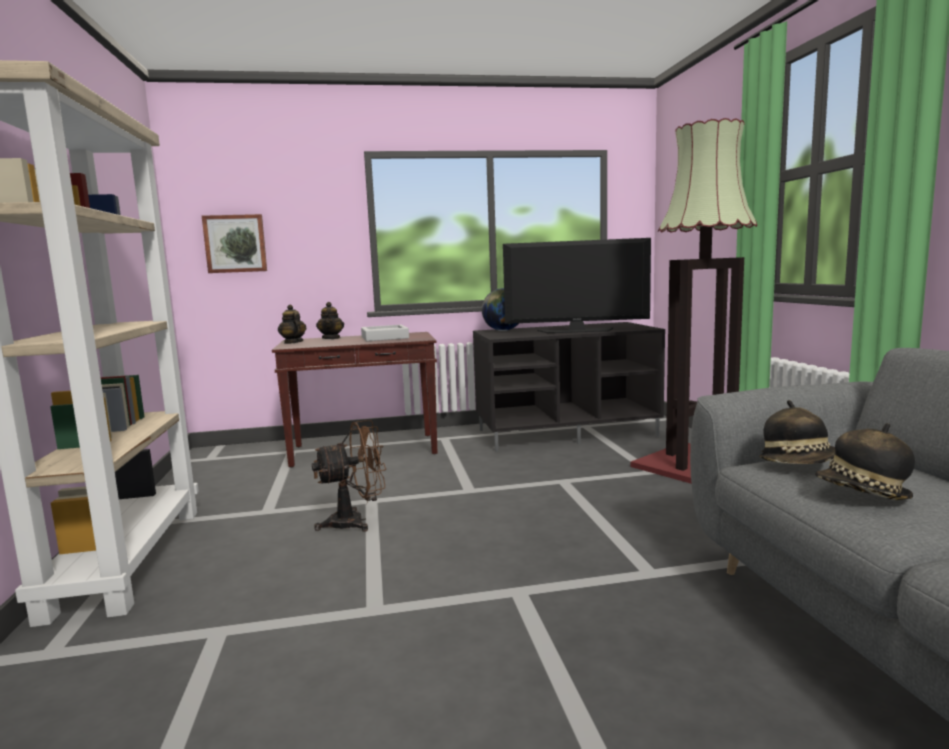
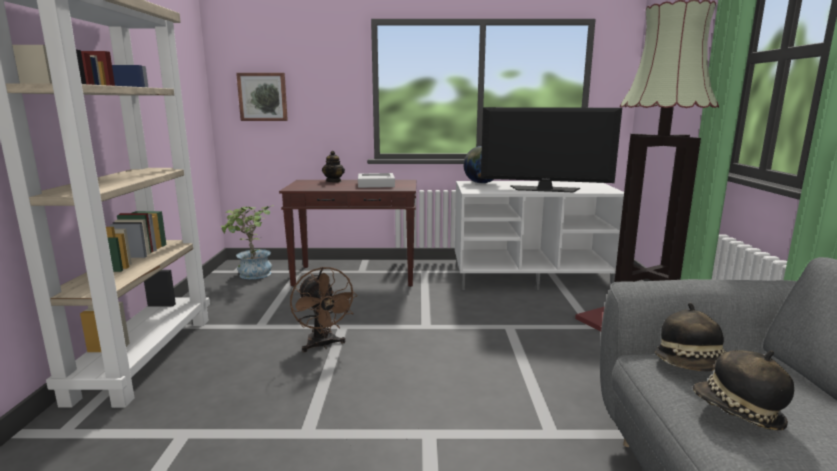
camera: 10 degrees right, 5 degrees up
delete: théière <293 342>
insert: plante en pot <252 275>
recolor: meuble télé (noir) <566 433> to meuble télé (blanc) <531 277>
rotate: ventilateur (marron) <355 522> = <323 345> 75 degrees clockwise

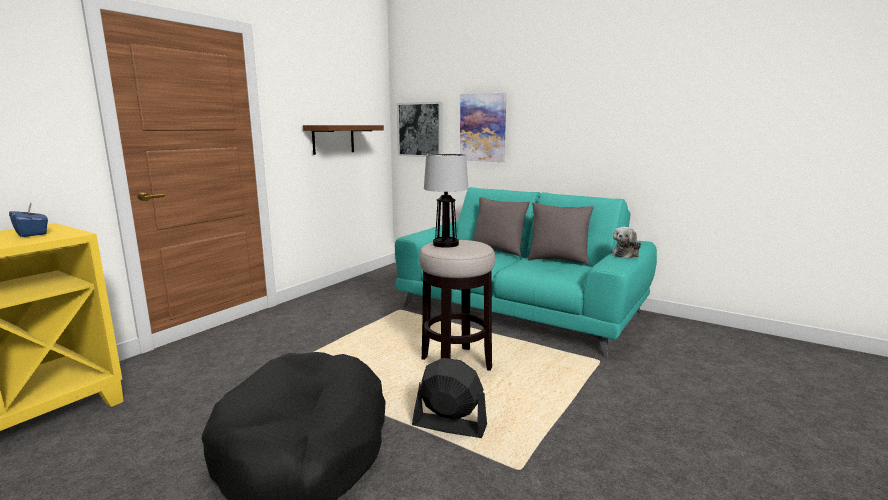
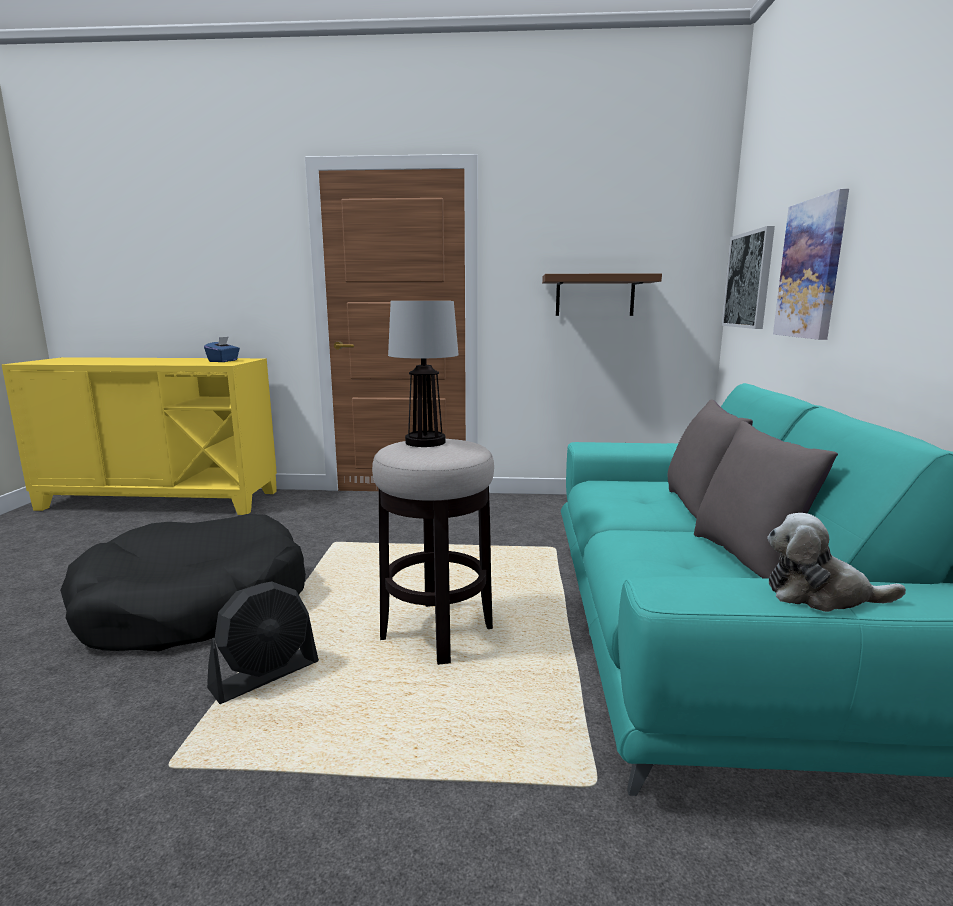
camera: 60 degrees right, 0 degrees up
rotate: ventilateur (noir) <449 426> = <265 676> 60 degrees clockwise

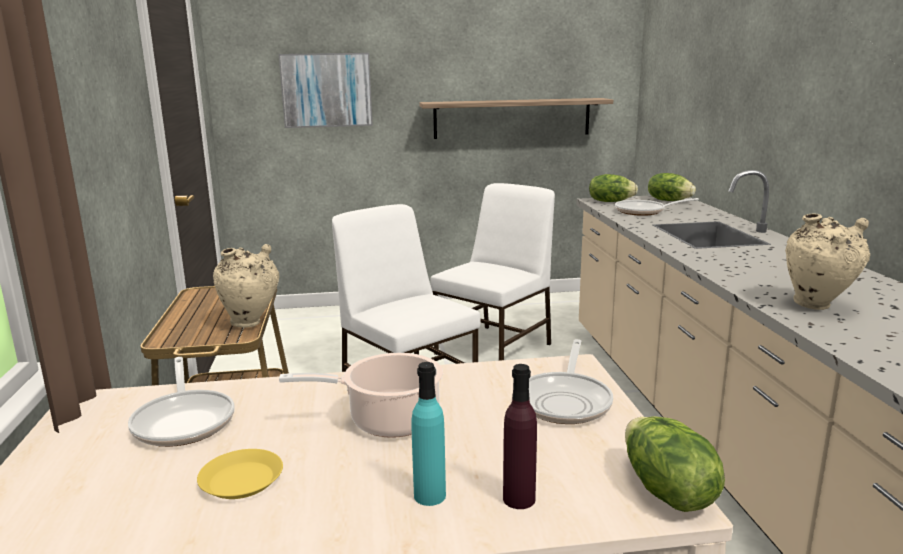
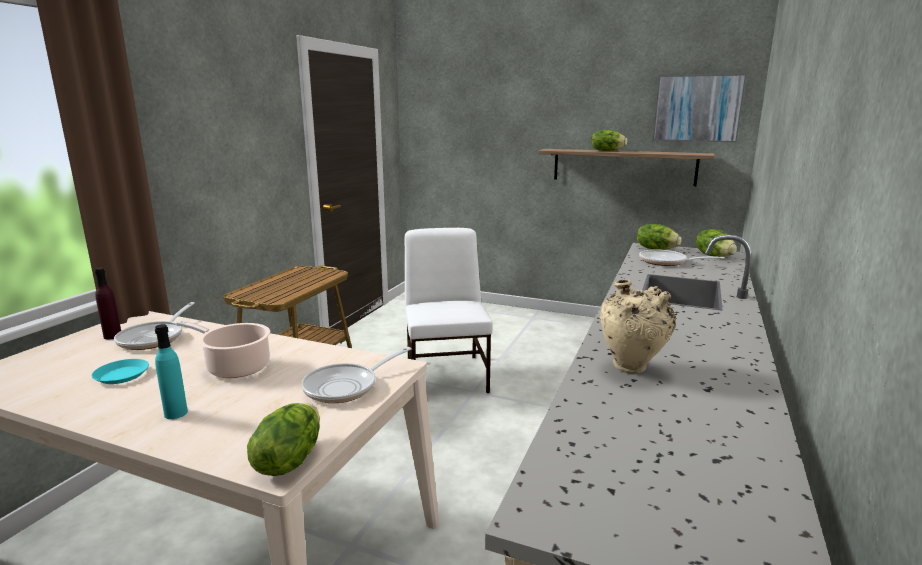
camera: 30 degrees right, 0 degrees up
delete: vase (beige) <251 323>; chaise (blanc) <495 348>
insert: laitue <607 151>
move: bouteille (violet) <519 499> to <113 336>; tableau <326 90> to <697 108>
recolor: assiette (jaune) <242 480> to assiette (turquoise) <121 375>

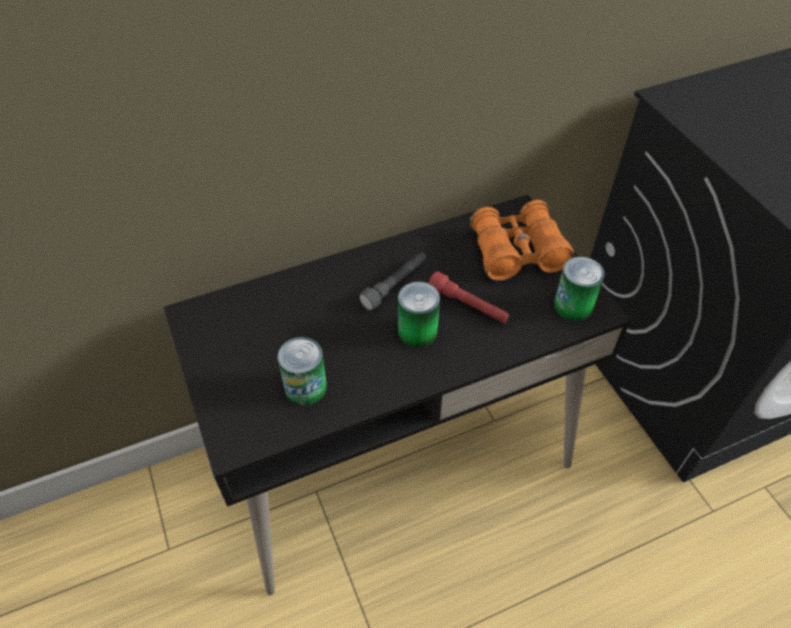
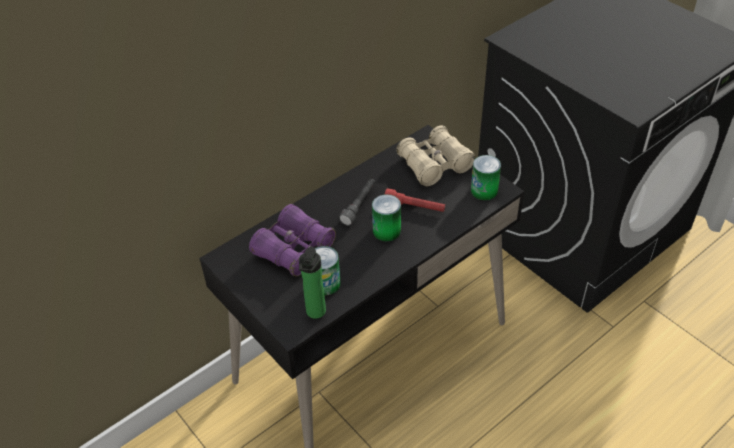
camera: 15 degrees left, 5 degrees down
insert: jumelles (violet) <294 249>; bouteille <315 313>
recolor: jumelles (orange) <517 252> to jumelles (beige) <434 164>

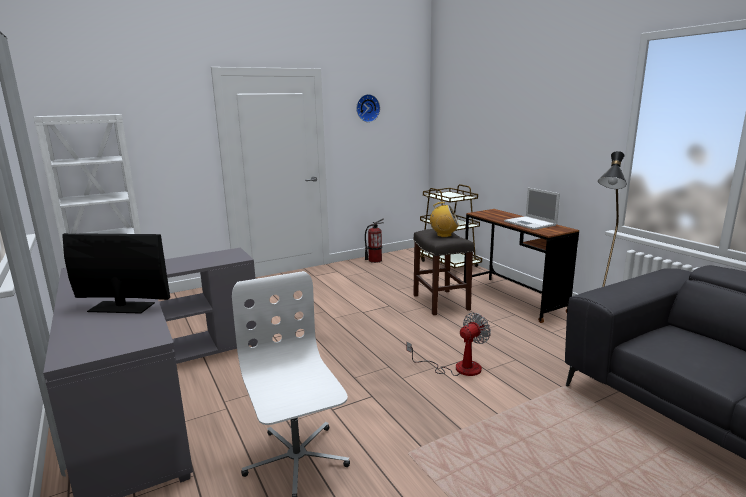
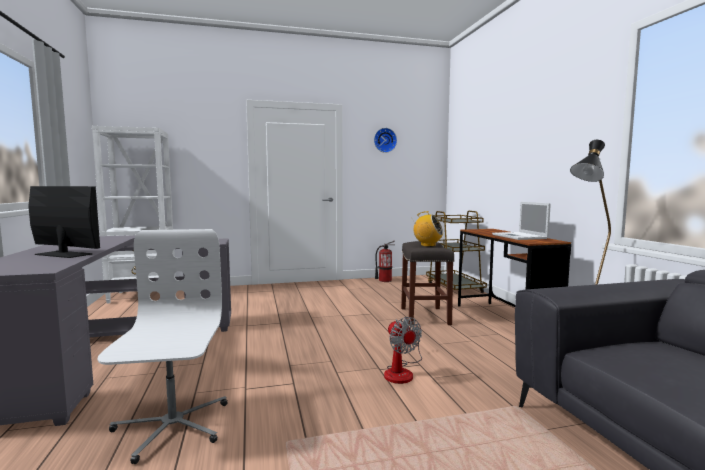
camera: 15 degrees right, 10 degrees down
rotate: ventilateur <458 368> = <402 372> 90 degrees clockwise

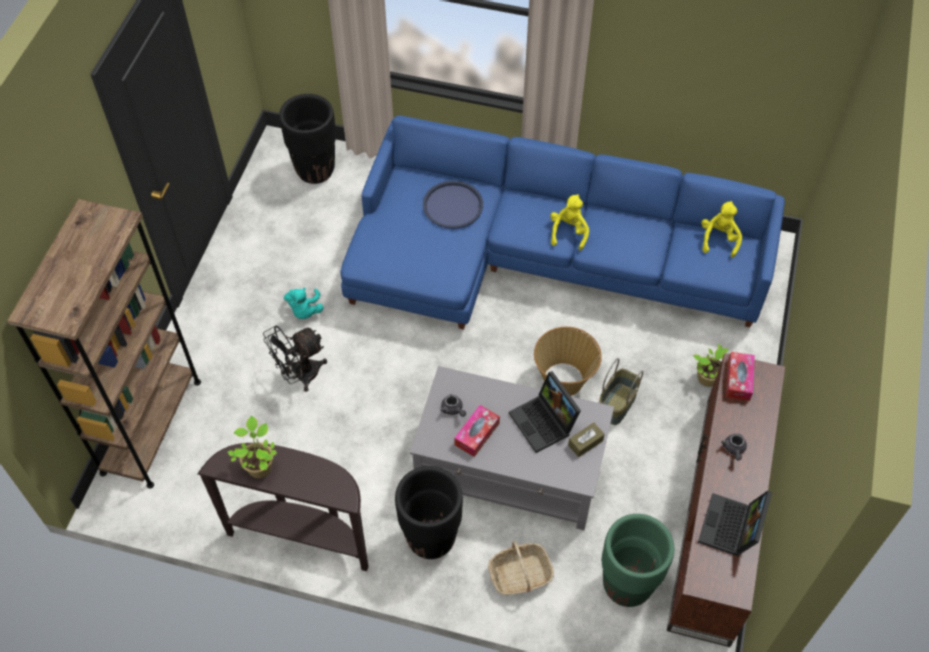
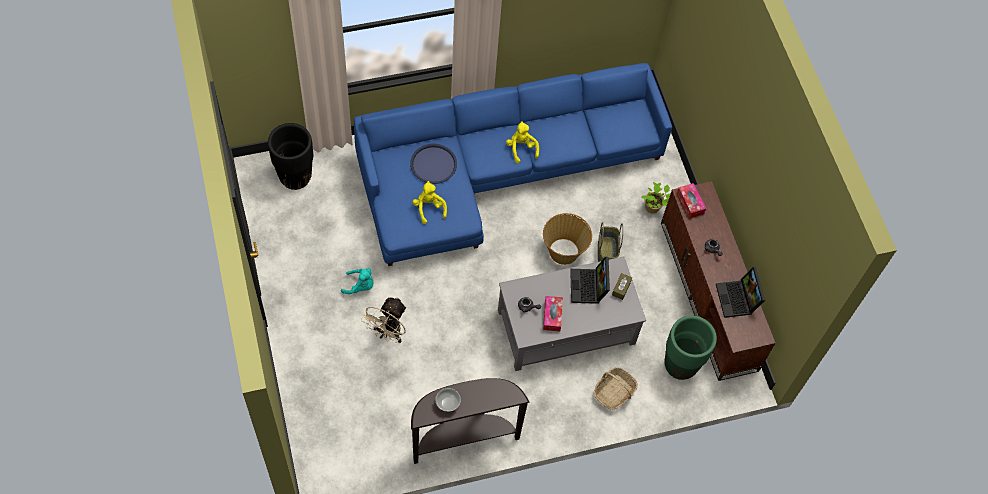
camera: 35 degrees left, 5 degrees up
delete: bibliothèque (marron) <151 426>; cache-pot (noir) <431 539>
move: peluche (jaune) <719 239> to <429 208>
replace: plante en pot <259 466> to bol <448 404>
recolor: ventilateur (noir) <300 375> to ventilateur (beige) <388 333>
rotate: peluche (turquoise) <305 310> = <360 286> 45 degrees counterclockwise; ordinateur portable <545 422> = <589 287> 60 degrees clockwise

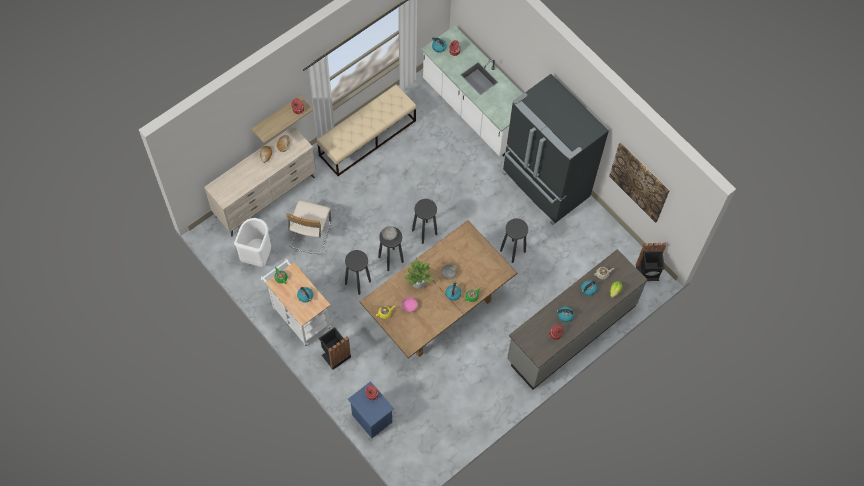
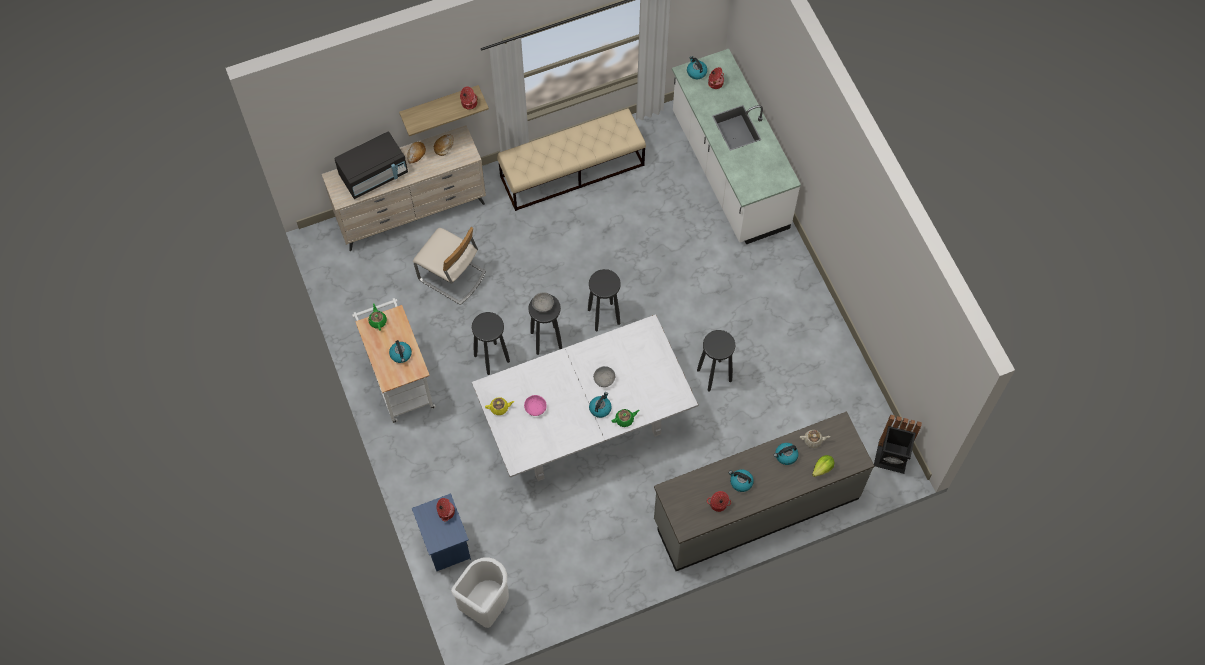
camera: 20 degrees right, 0 degrees up
delete: poubelle (noir) <335 355>; plante en pot <418 283>; réfrigérateur (noir) <544 186>; tableau <639 182>
insert: micro-ondes (noir) <374 175>
move: poubelle (blanc) <257 255> to <485 604>
recolor: table à manger (marron) <437 309> to table à manger (blanc) <584 424>
rotate: chaise (beige) <310 234> = <451 276> 90 degrees counterclockwise

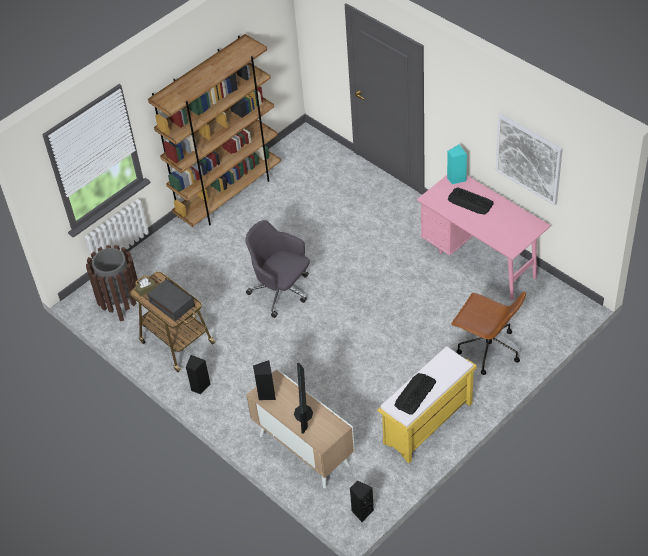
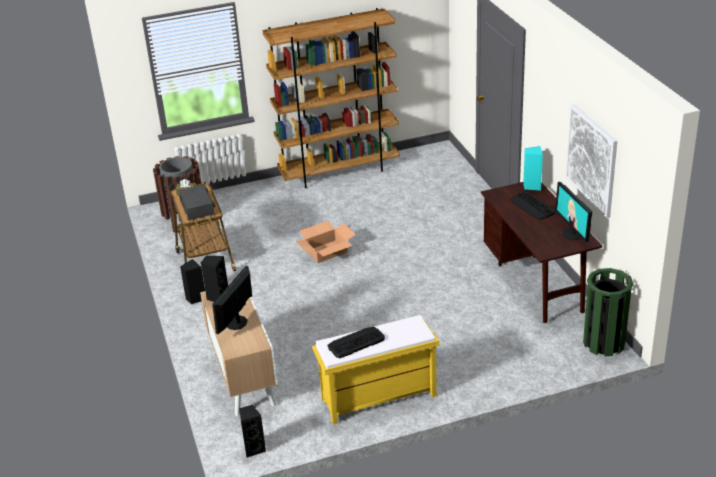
camera: 25 degrees right, 15 degrees down
delete: chaise de bureau (marron) <487 349>
insert: écran d'ordinateur <572 234>; poubelle (vert) <603 343>
replace: chaise de bureau (gris) <281 291> to carton <326 251>
recolor: bureau (rose) <481 261> to bureau (marron) <535 283>

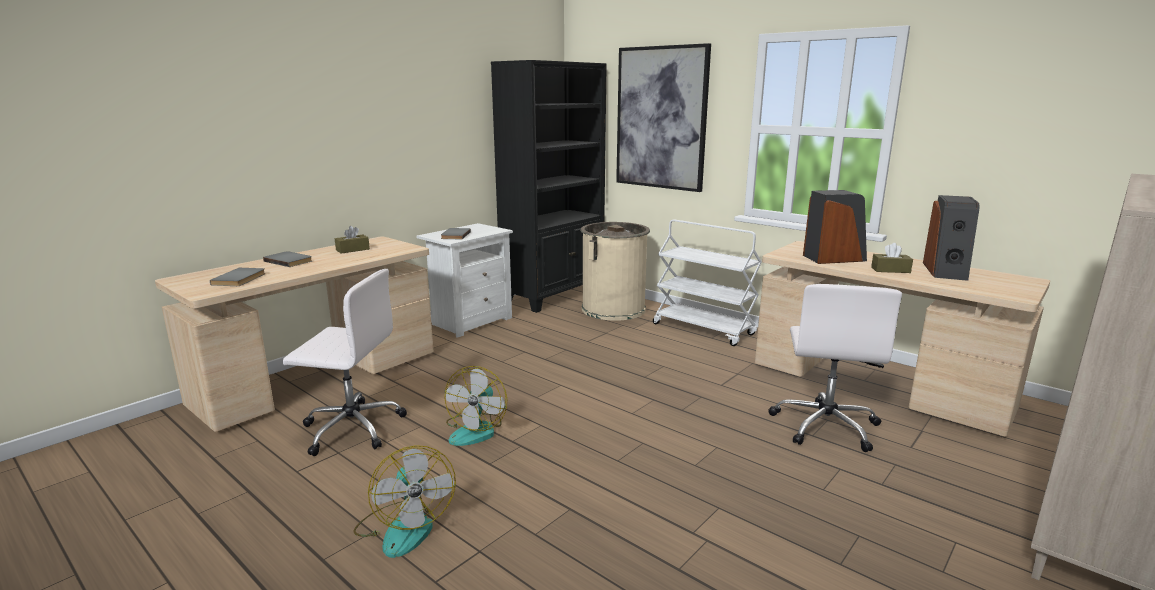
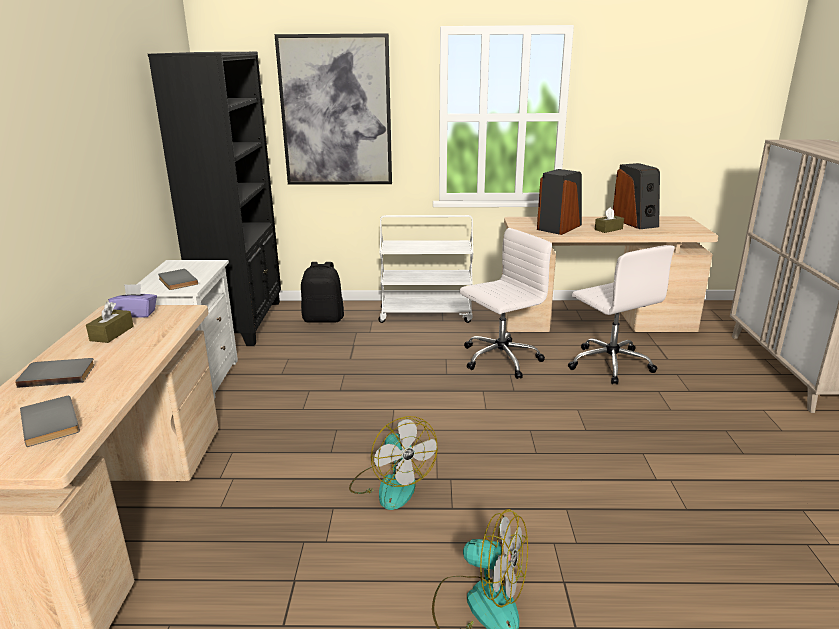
camera: 40 degrees left, 5 degrees up
insert: boîte à mouchoirs (violet) <136 314>
move: chaise de bureau (blanc) <351 428> to <499 359>
replace: poubelle (beige) <613 309> to sac à dos (noir) <323 319>

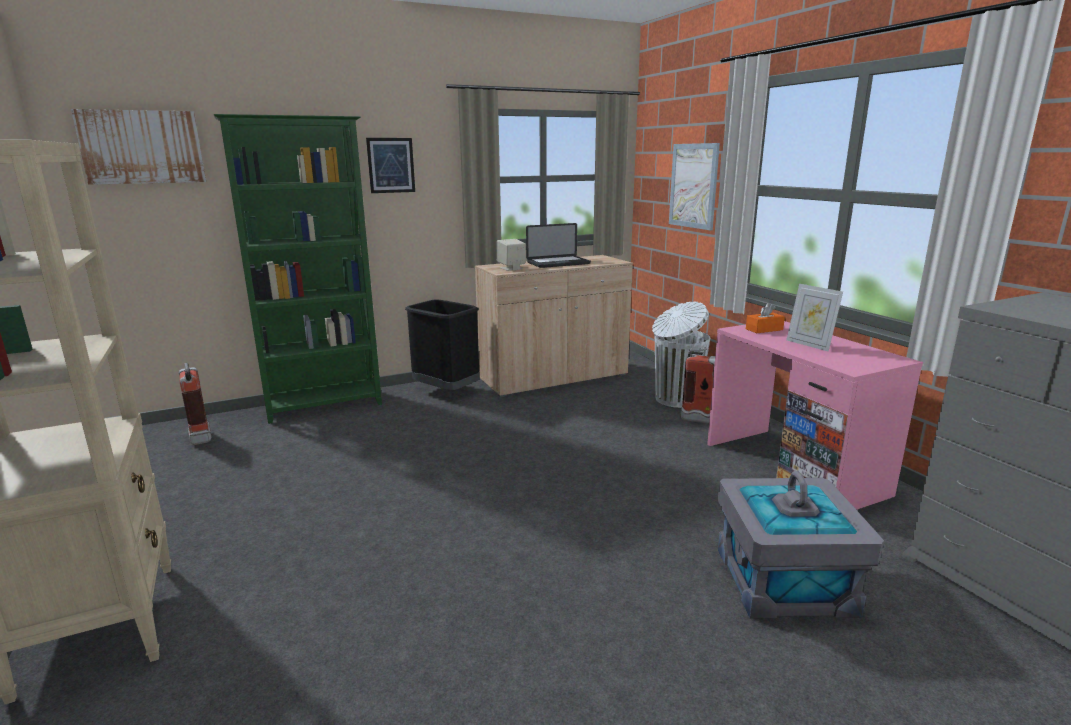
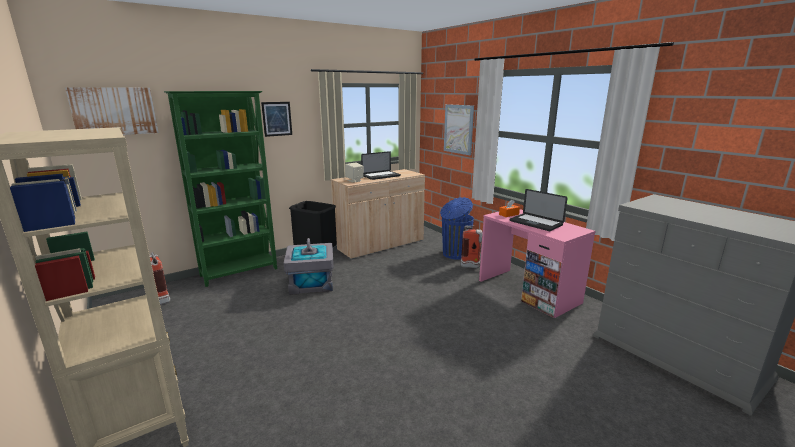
camera: 10 degrees left, 0 degrees up
move: boîte de rangement (gris) <785 581> to <312 283>
replace: cadre photo <809 344> to ordinateur portable <535 223>
recolor: poubelle (blanc) <676 399> to poubelle (bleu) <455 254>

